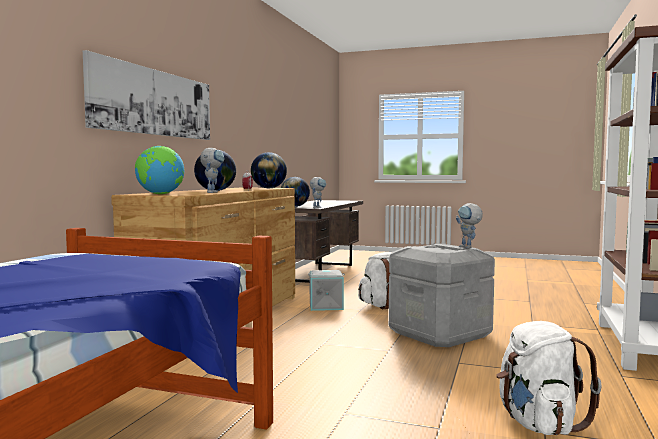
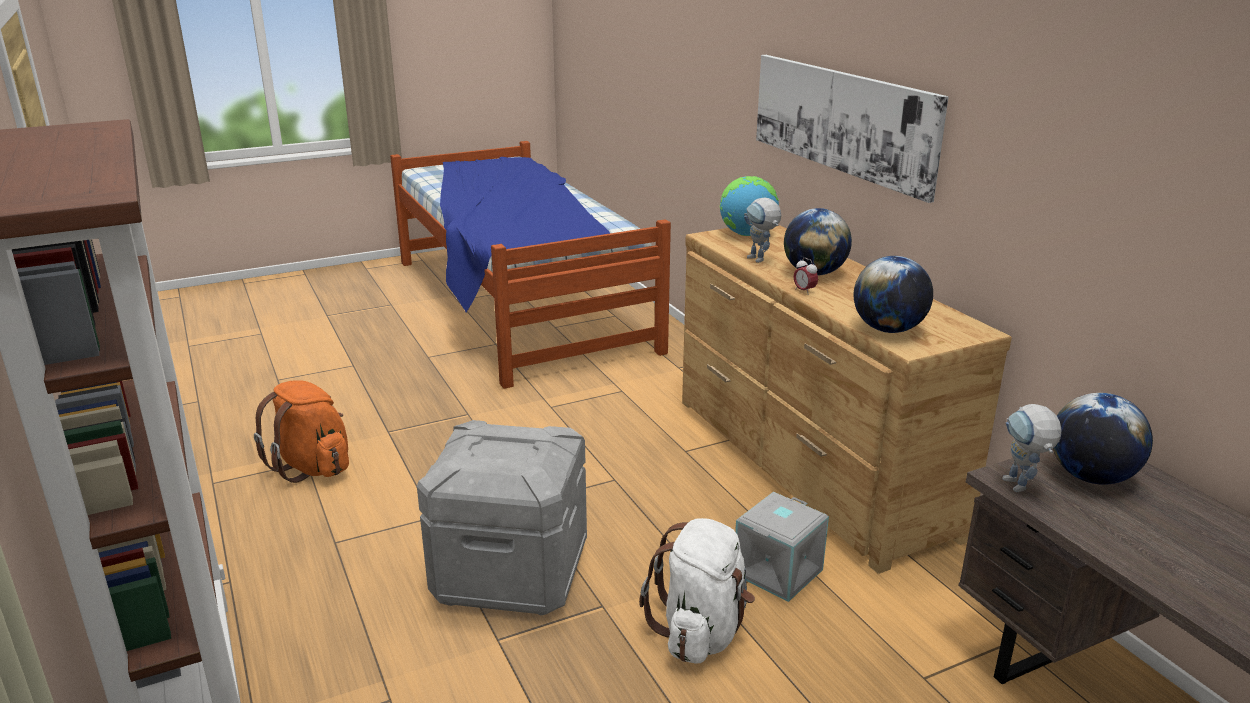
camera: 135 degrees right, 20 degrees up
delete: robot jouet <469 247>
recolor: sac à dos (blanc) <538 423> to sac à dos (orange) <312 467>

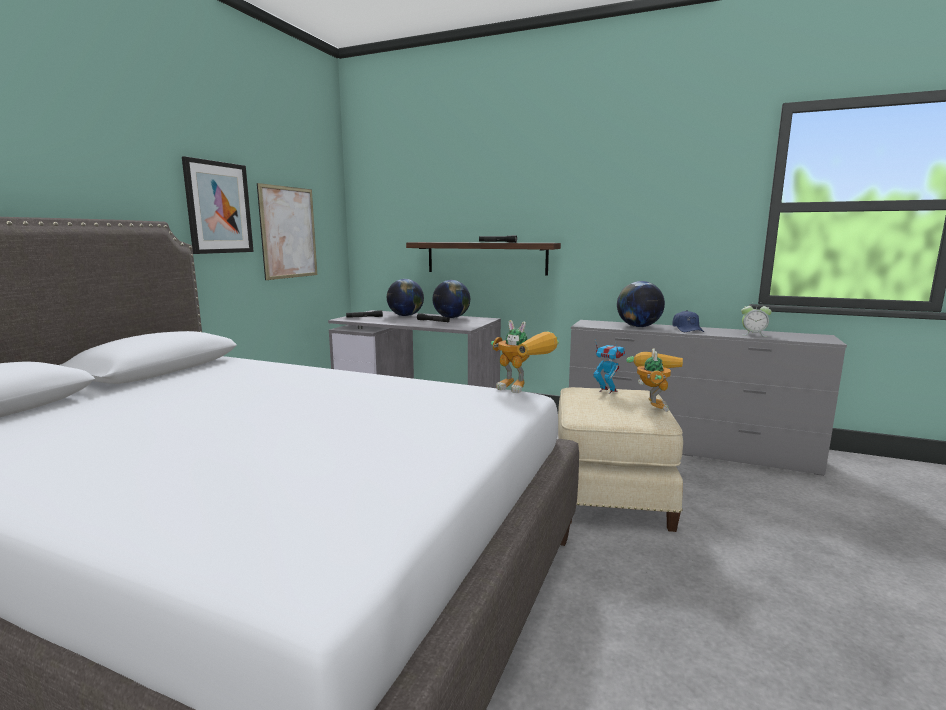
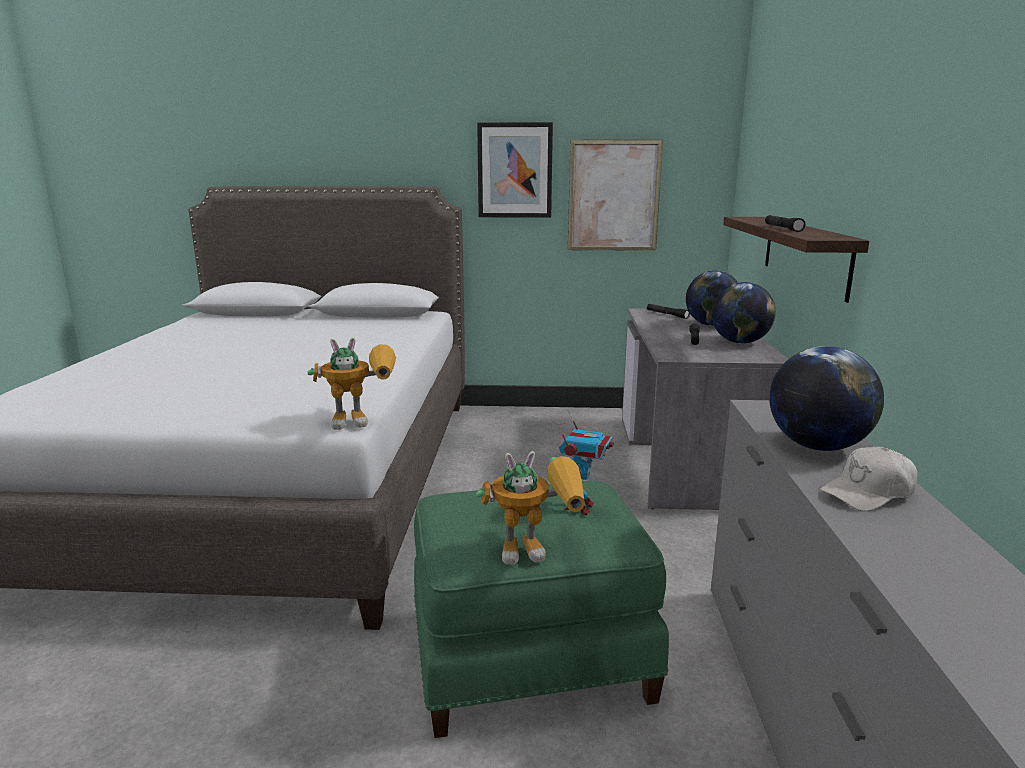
camera: 70 degrees right, 5 degrees up
delete: réveil <753 334>
recolor: pouf (beige) <609 493> to pouf (vert) <530 656>; casquette (bleu) <687 329> to casquette (blanc) <868 493>
rotate: robot jouet <524 389> = <364 420> 120 degrees counterclockwise

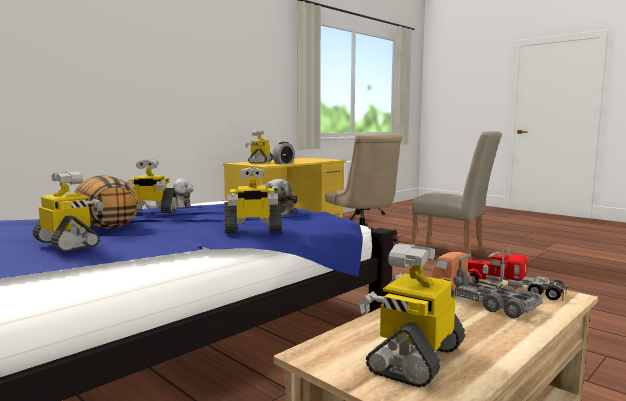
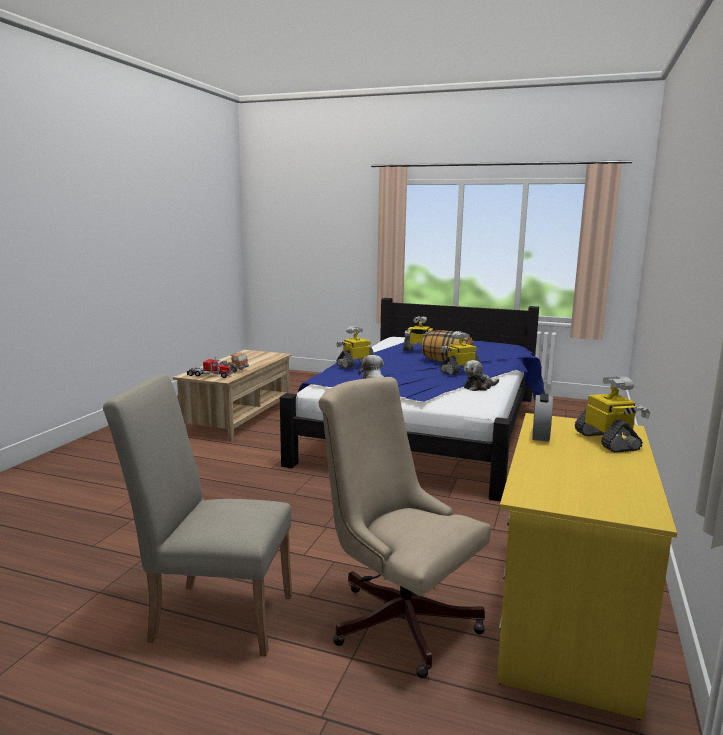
camera: 155 degrees right, 5 degrees up
delete: robot jouet <415 358>

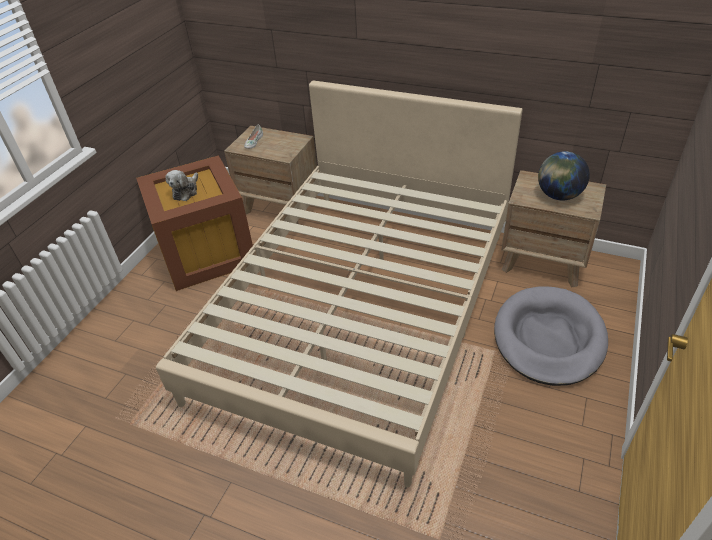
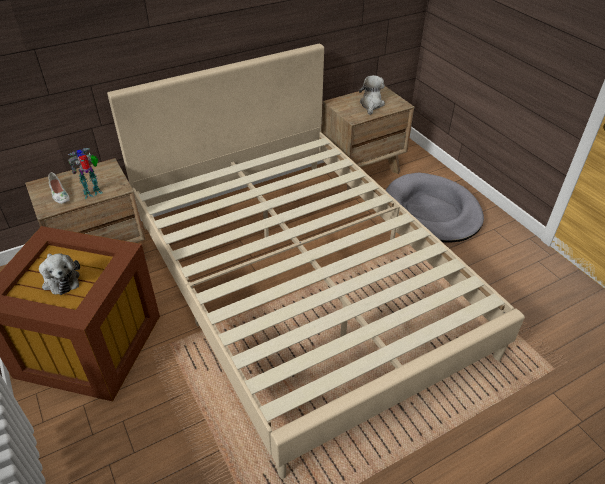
camera: 55 degrees left, 0 degrees up
insert: robot jouet <93 193>
replace: globe <558 195> to peluche <371 104>

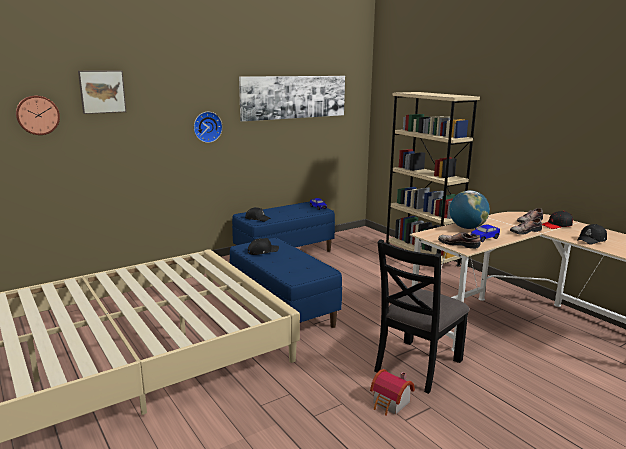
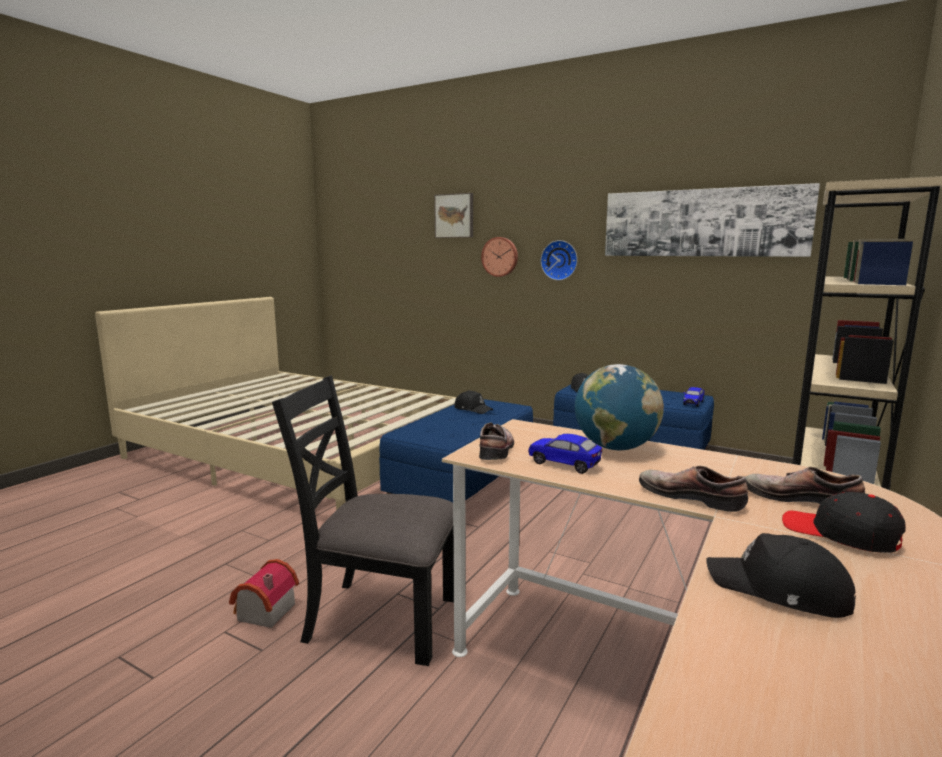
camera: 65 degrees right, 5 degrees down
move: horloge murale <37 115> to <500 257>

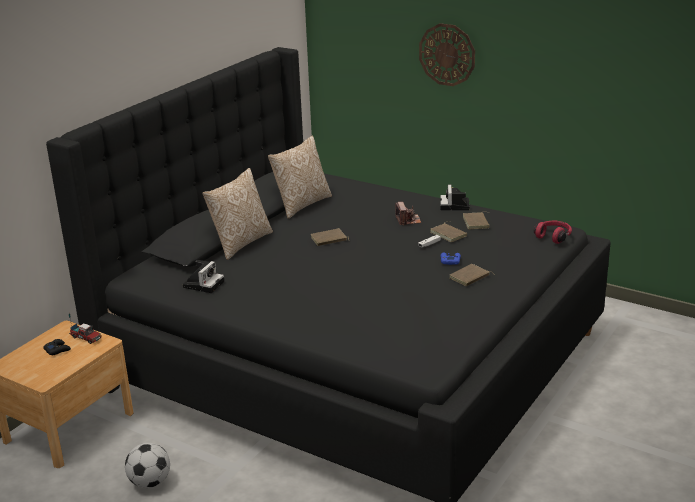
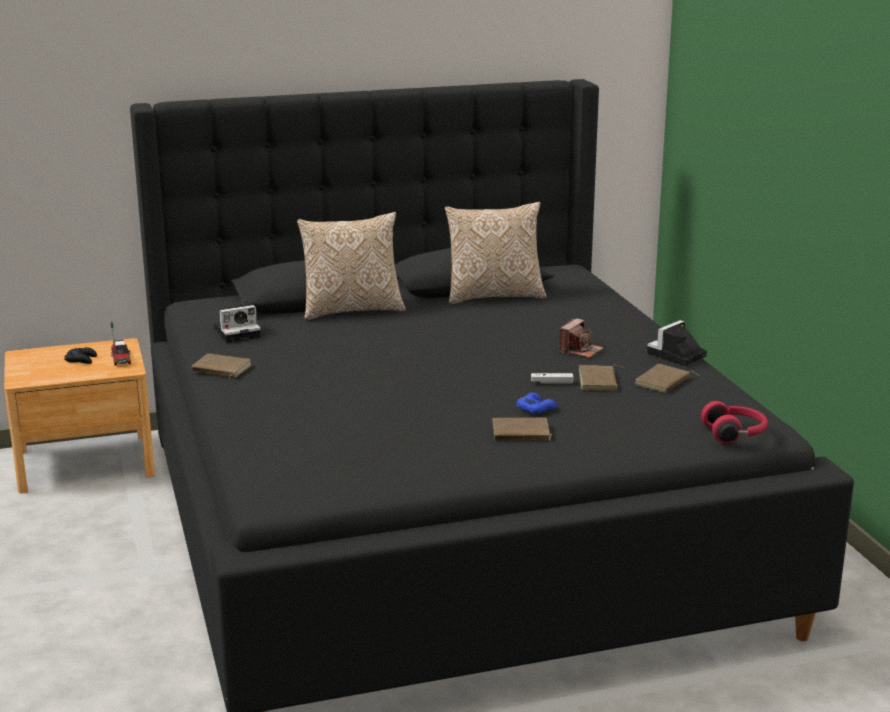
camera: 40 degrees right, 5 degrees down
delete: ballon de foot <150 482>; horloge murale <447 54>
move: livre (marron) <329 240> to <220 369>

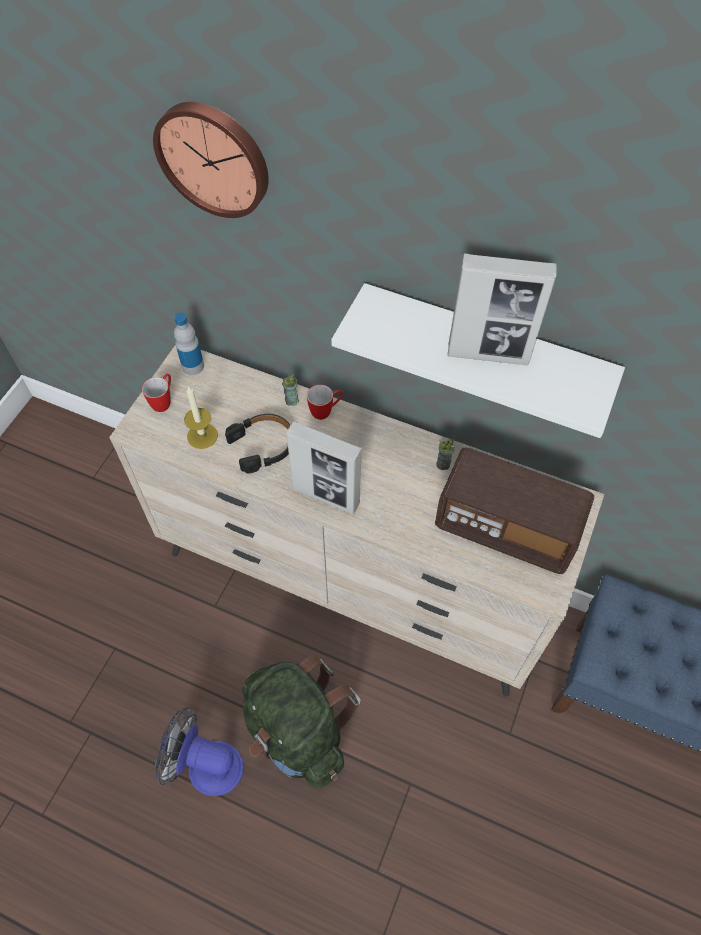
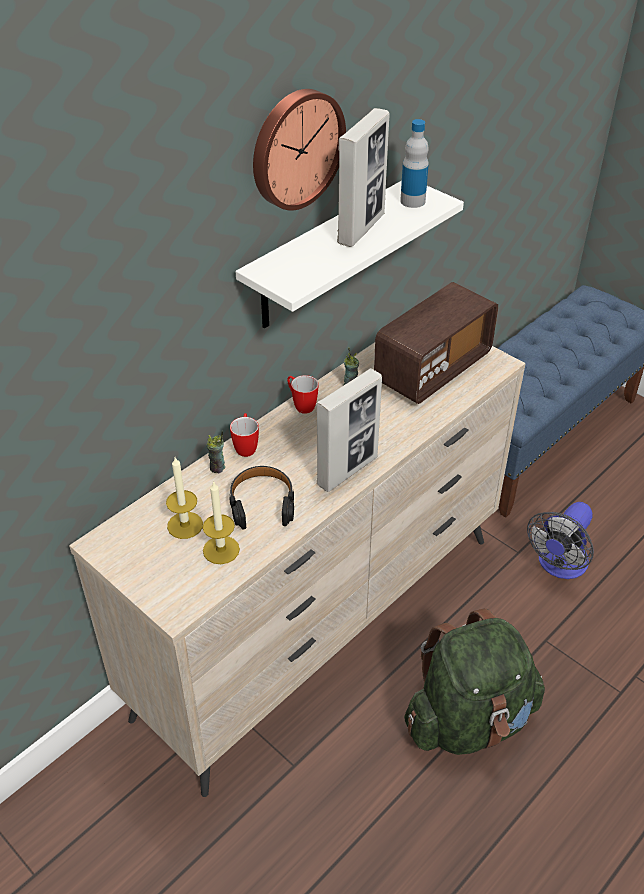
camera: 70 degrees left, 15 degrees down
insert: bougie <185 525>
move: horloge murale <214 158> to <295 148>; mug <164 401> to <301 405>; bouteille <193 366> to <412 201>; ventilateur <205 765> to <559 565>

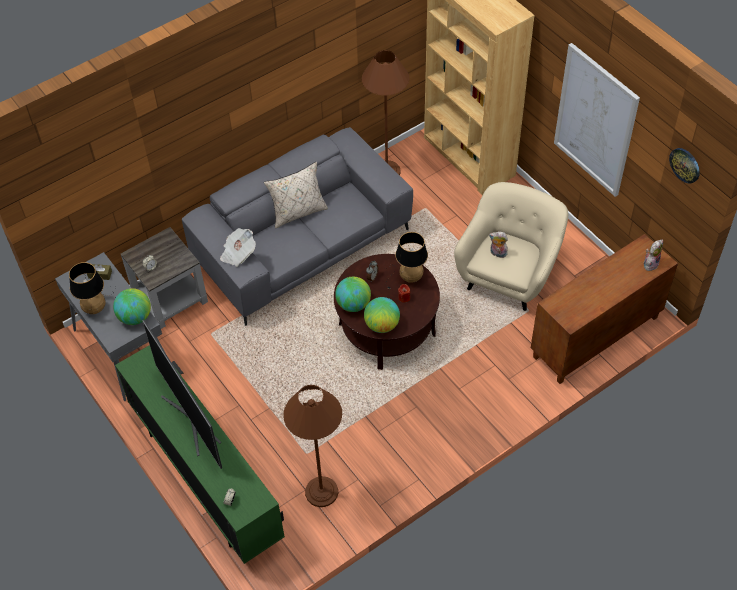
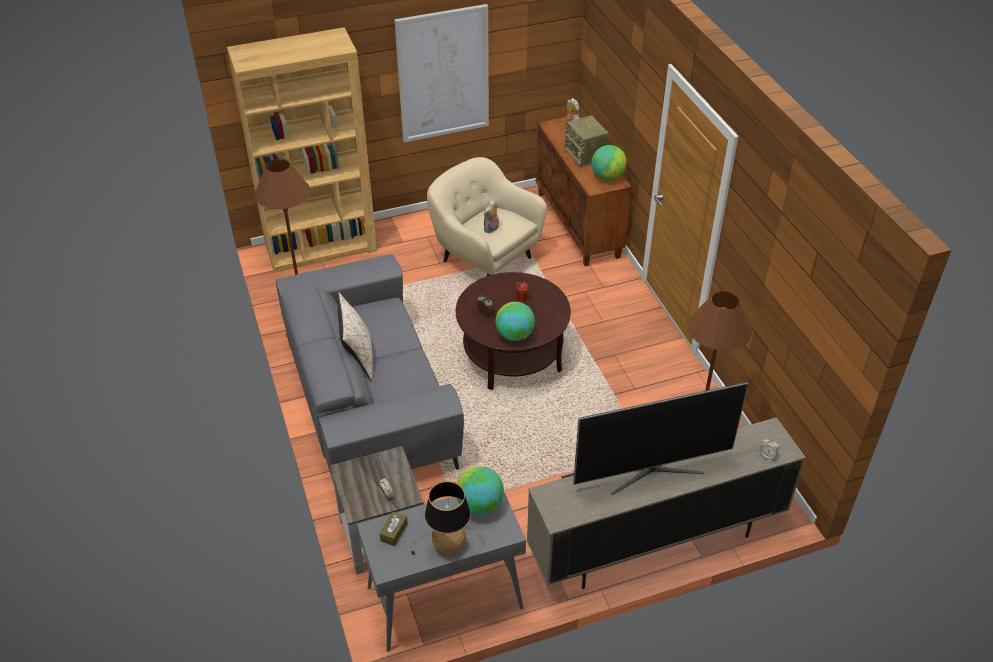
camera: 75 degrees left, 10 degrees down
delete: journal <238 253>; lampe de table <407 276>; horloge murale <685 165>
insert: radio <586 155>
move: globe <382 325> to <607 177>
recolor: meuble télé (vert) <206 478> to meuble télé (beige) <655 544>

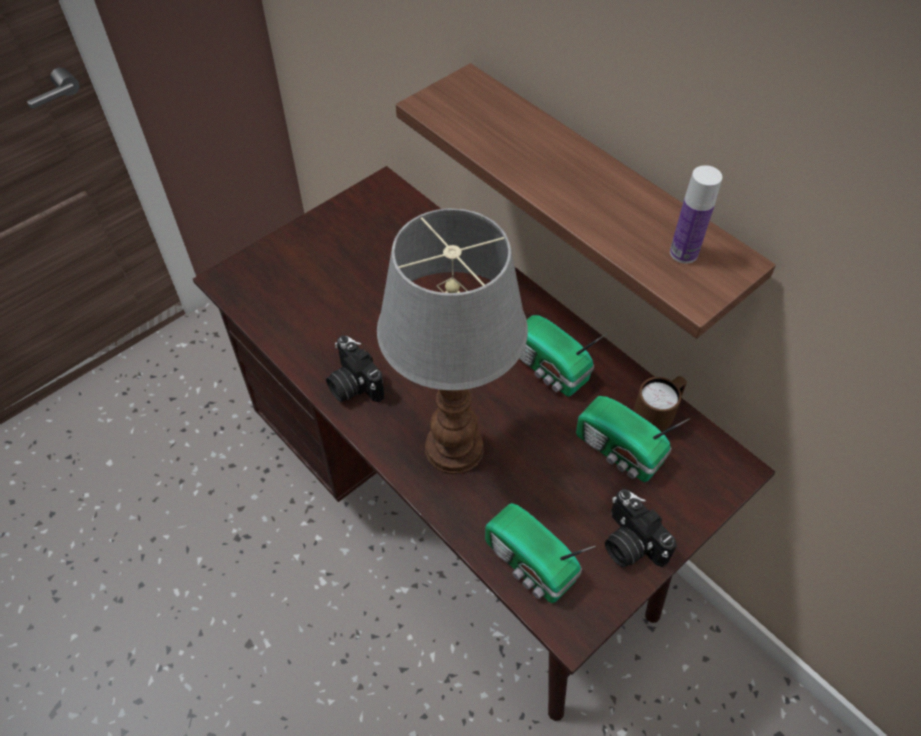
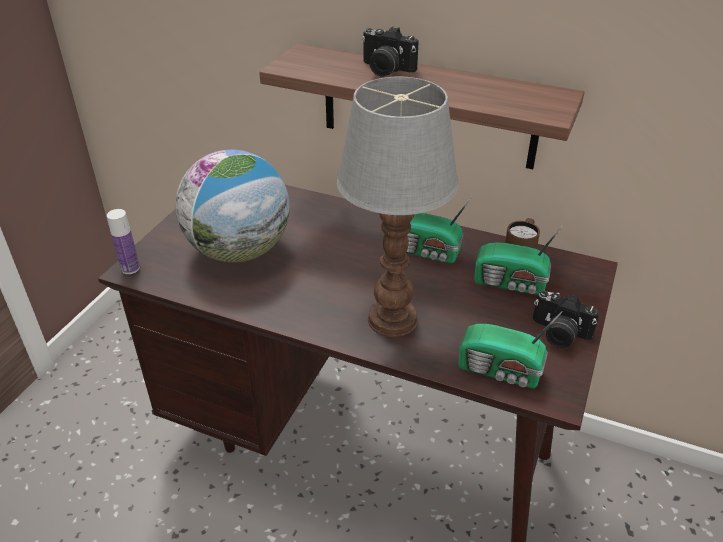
camera: 25 degrees left, 15 degrees down
insert: globe <239 251>
move: bouteille <683 253> to <130 268>; appareil photo <352 385> to <385 69>

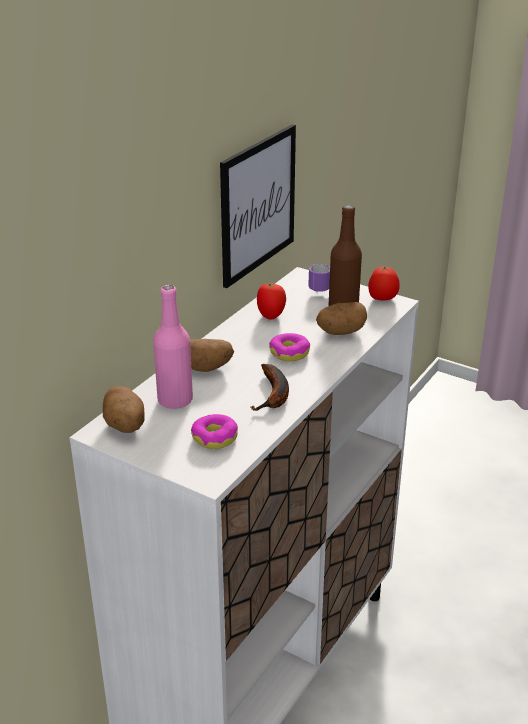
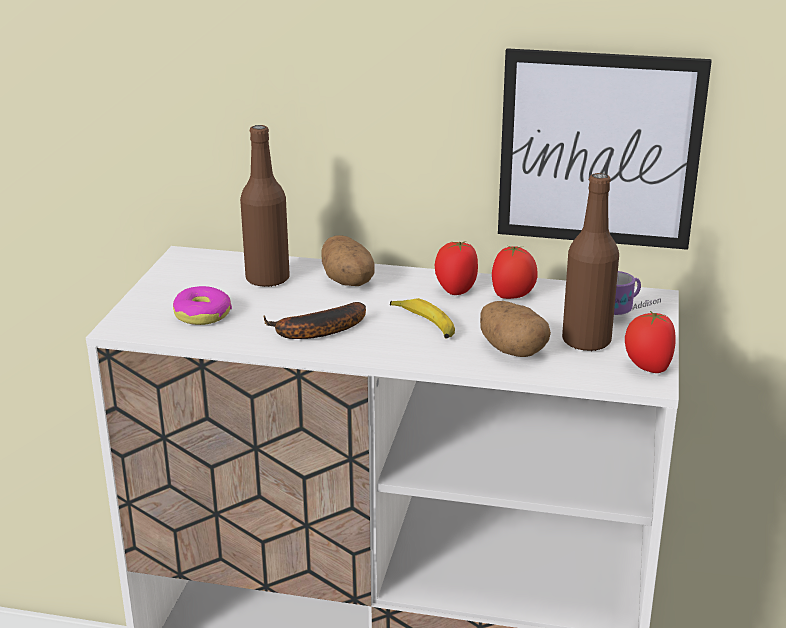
camera: 70 degrees right, 5 degrees down
delete: pomme de terre <125 426>
insert: tomate <456 290>
replace: beignet <289 353> to banane <425 324>
recolor: bouteille (rose) <175 400> to bouteille (marron) <267 279>

